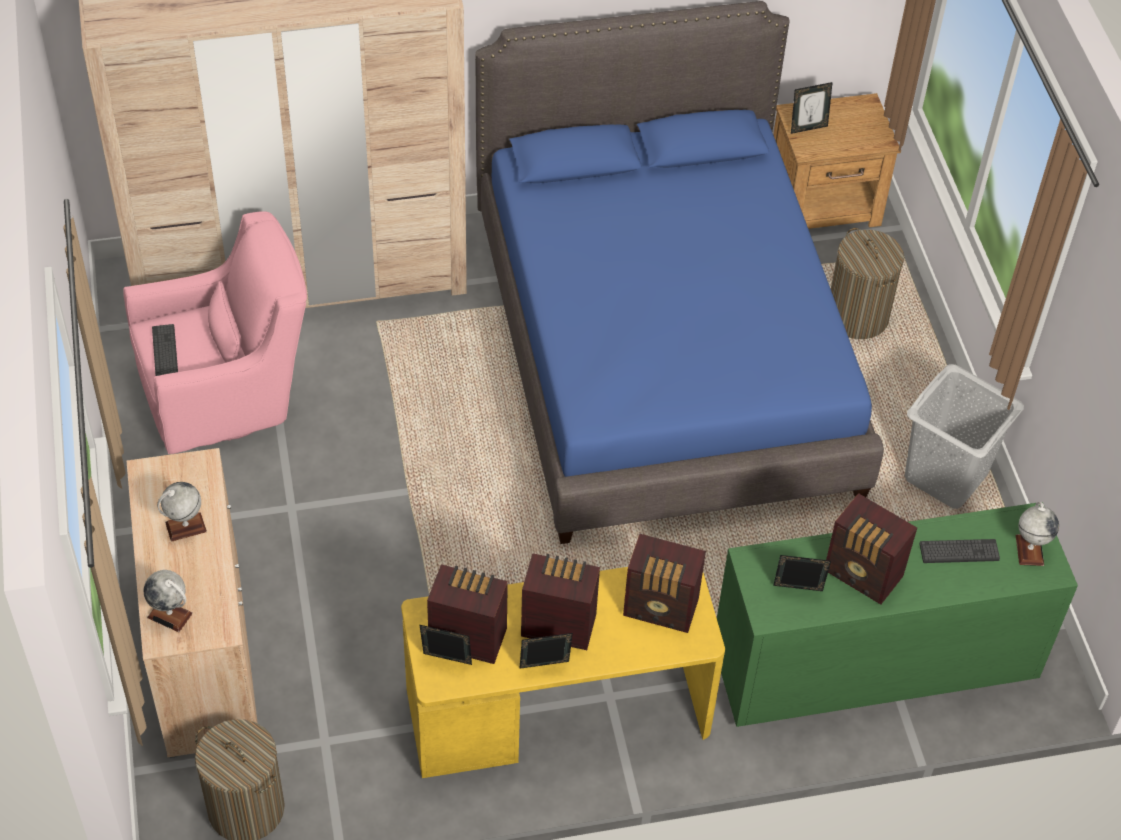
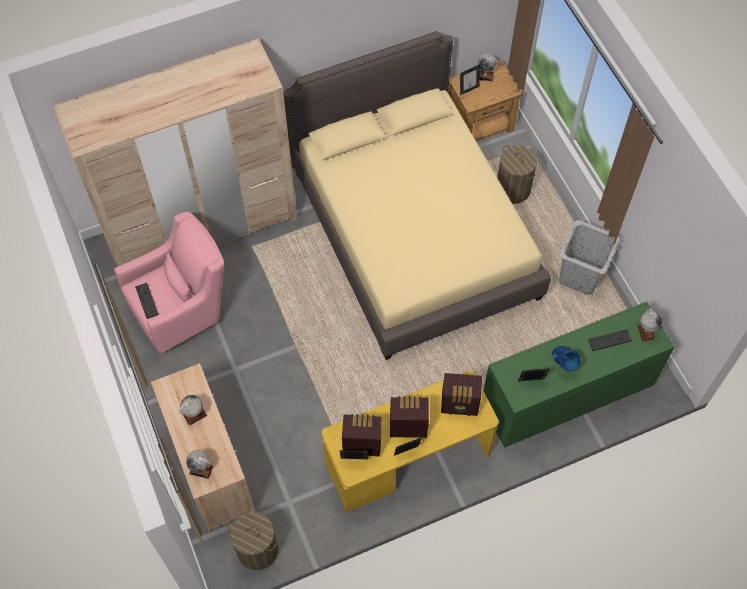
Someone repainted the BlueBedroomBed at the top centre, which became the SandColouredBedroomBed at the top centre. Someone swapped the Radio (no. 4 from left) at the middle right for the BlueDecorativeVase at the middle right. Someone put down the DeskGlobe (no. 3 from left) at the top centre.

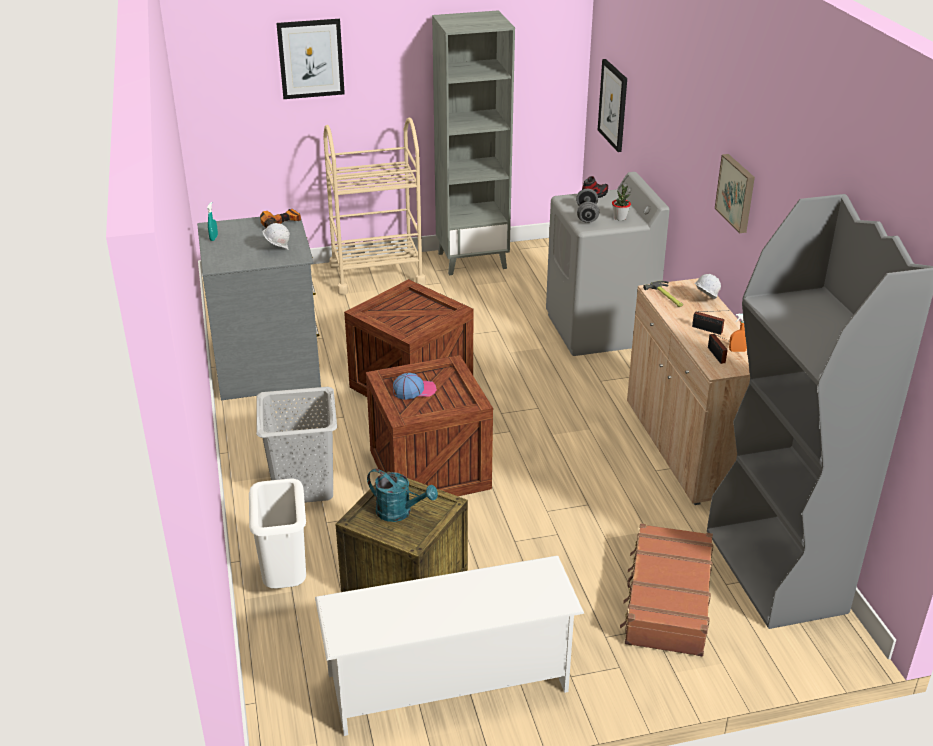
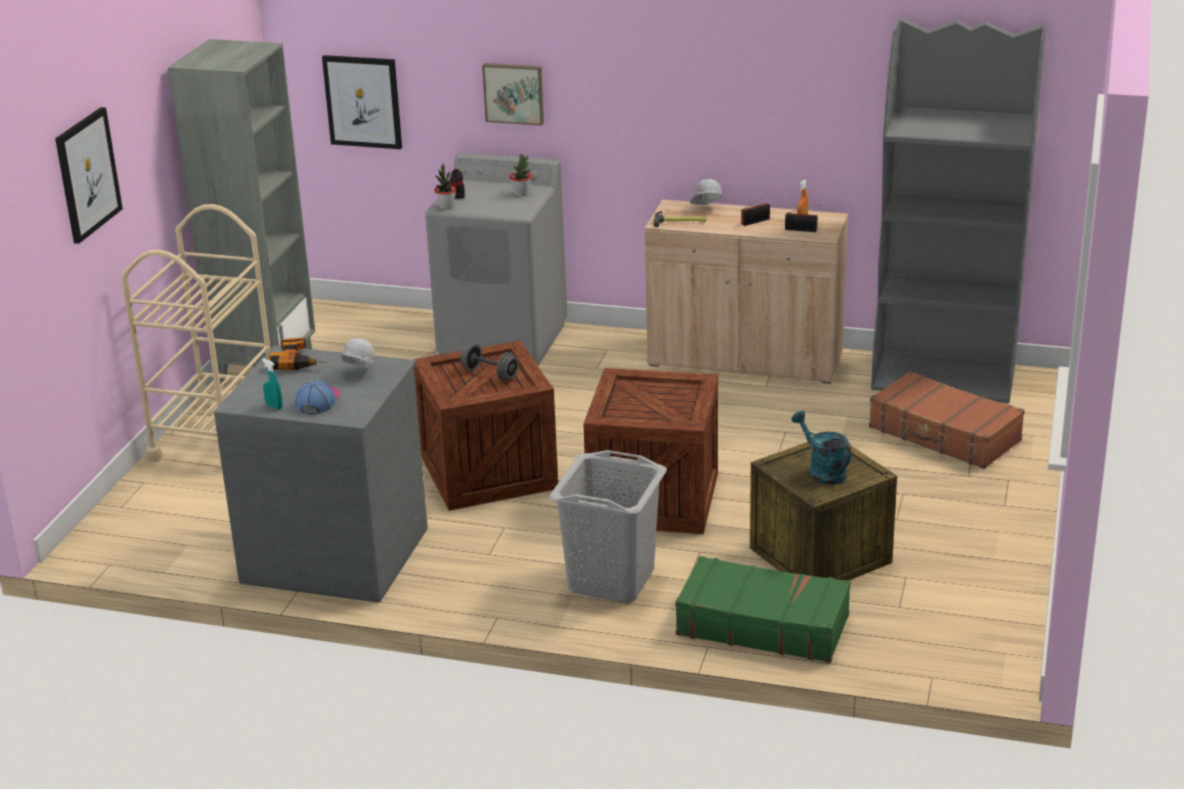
Someone carried the WallArt (no. 3 from left) from the top right to the top centre. Someone carried the GreyHandWeight from the top centre to the centre. Someone carried the BaseballCap from the centre to the middle left. Someone rotated the TurquoiseWateringPot at the centre by 90 degrees counterclockwise. Someone swapped the WhiteColouredRubbishBin at the bottom left for the GreenishSuitcase at the bottom centre. Someone took away the WhiteColouredShoeRack at the bottom centre. Someone put down the PottedPlant (no. 1 from left) at the top centre.

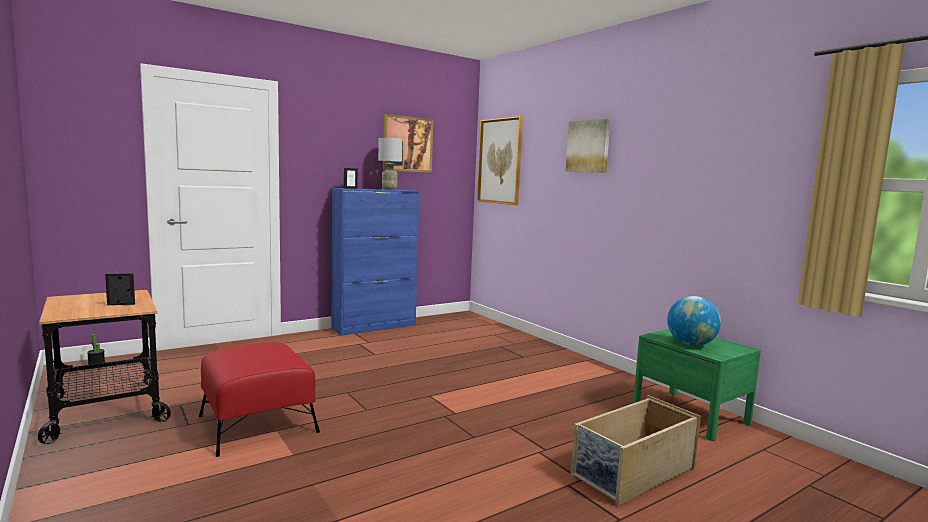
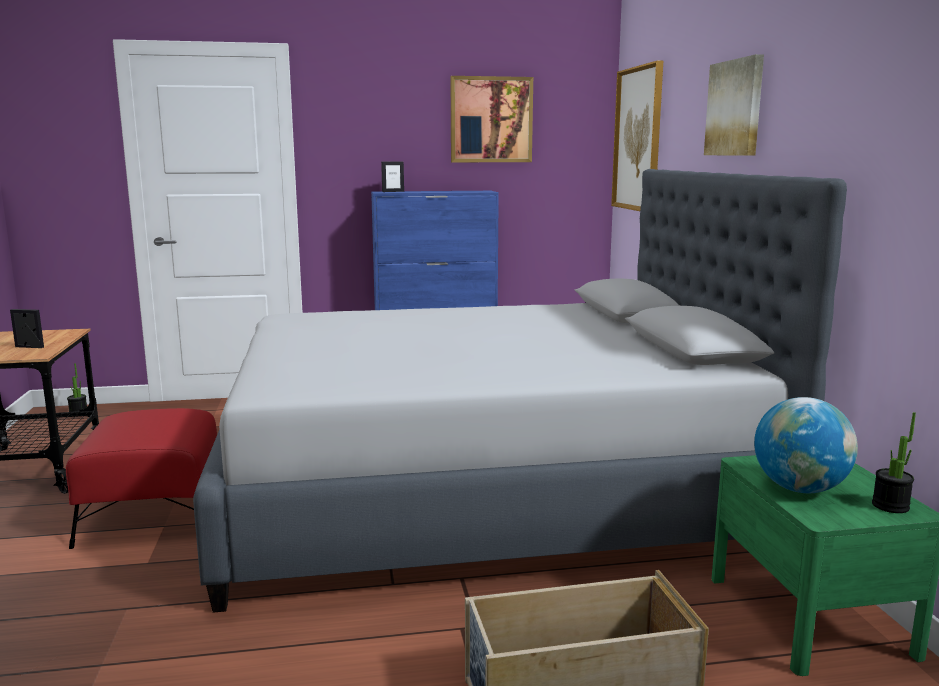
Someone took away the GreyTabletopLamp at the top centre. Someone put down the GreyBedroomBed at the centre. Someone put down the PottedPlant (no. 2 from left) at the bottom right.

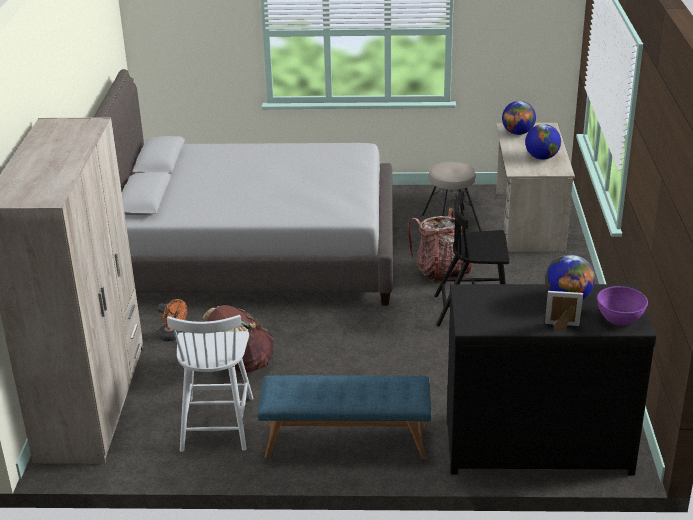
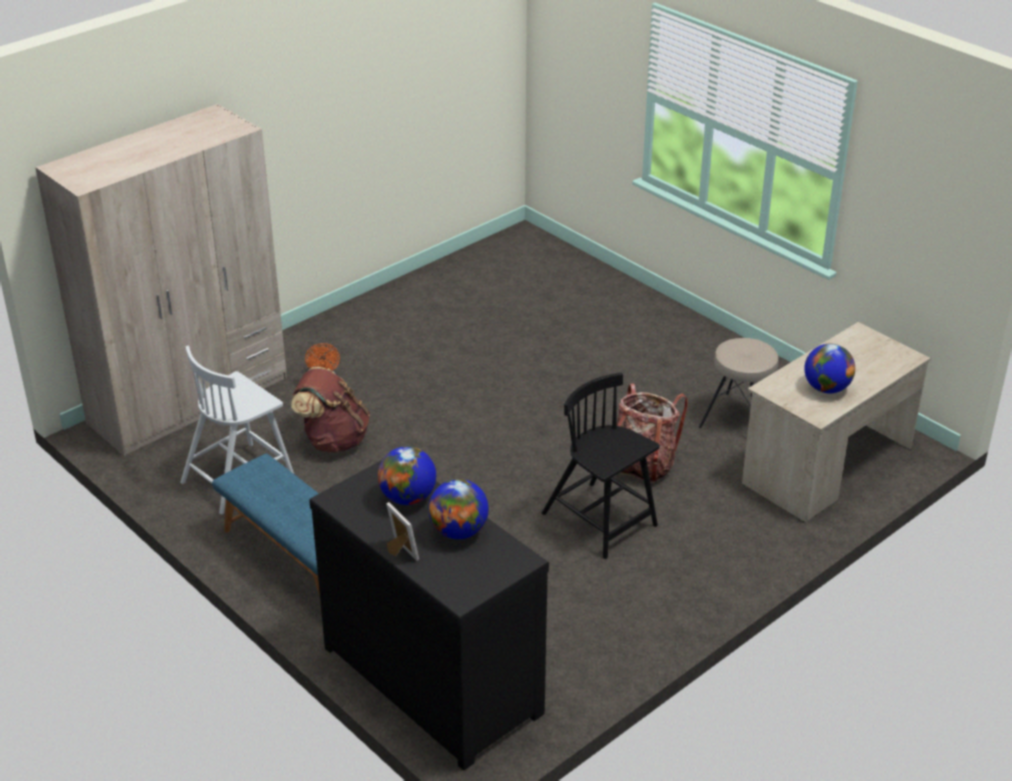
Someone took away the GreyBedroomBed at the centre. Someone carried the DeskGlobe (no. 1 from left) from the top right to the centre. Someone took away the PurpleDeepDish at the middle right.

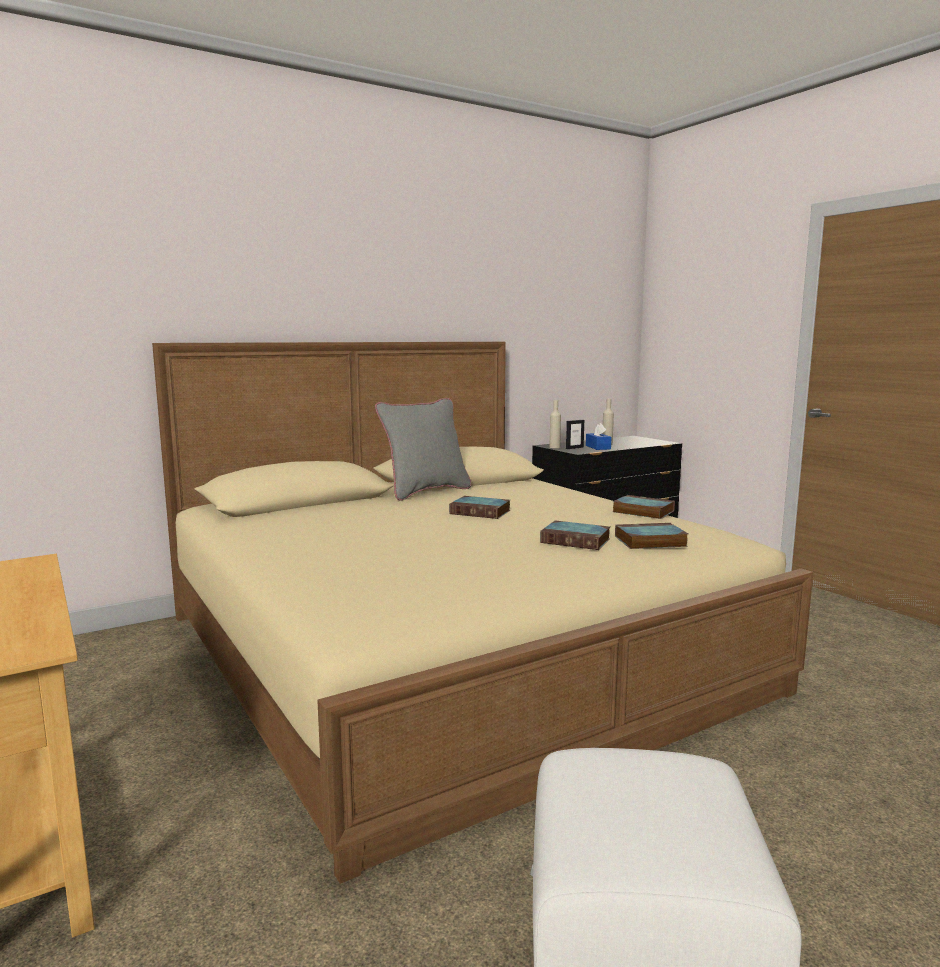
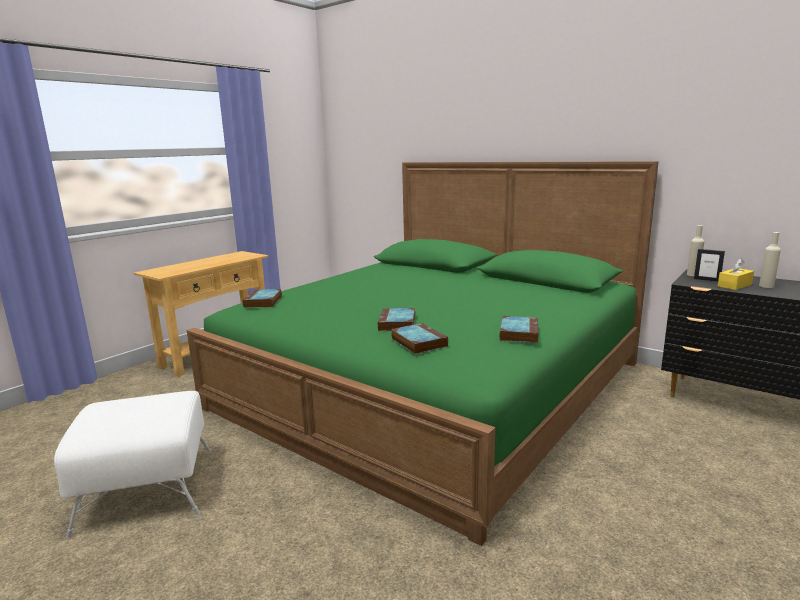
Someone repainted the SandColouredBedroomBed at the centre, which became the GreenishBedroomBed at the centre. Someone took away the GreyPillow at the centre. Someone repainted the BlueTissueBox at the centre, which became the YellowColouredTissueBox at the middle right. Someone carried the Book (no. 1 from left) from the centre to the middle left.

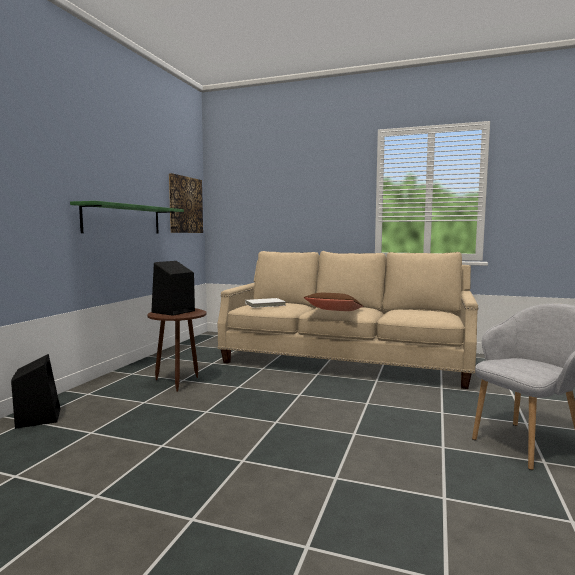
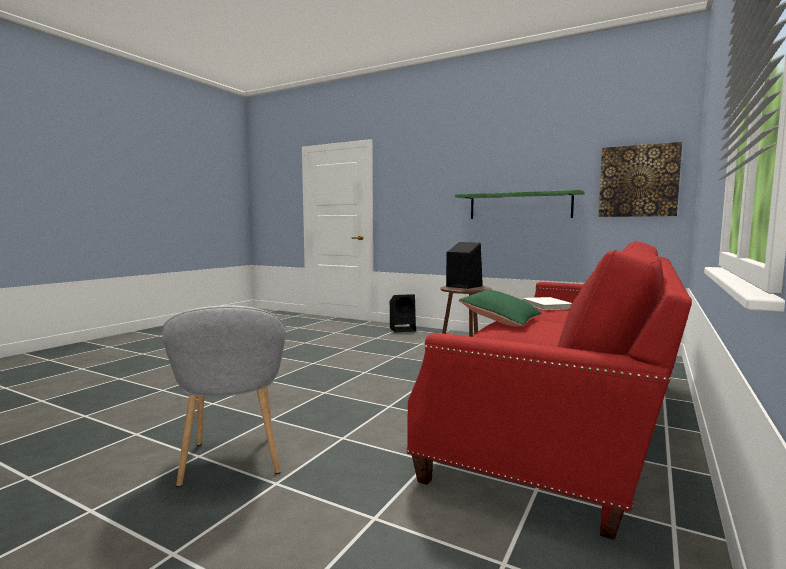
Someone repainted the SandColouredCouch at the centre, which became the RedColouredCouch at the bottom right. Someone repainted the BrownColouredPillow at the centre, which became the GreenishPillow at the centre.

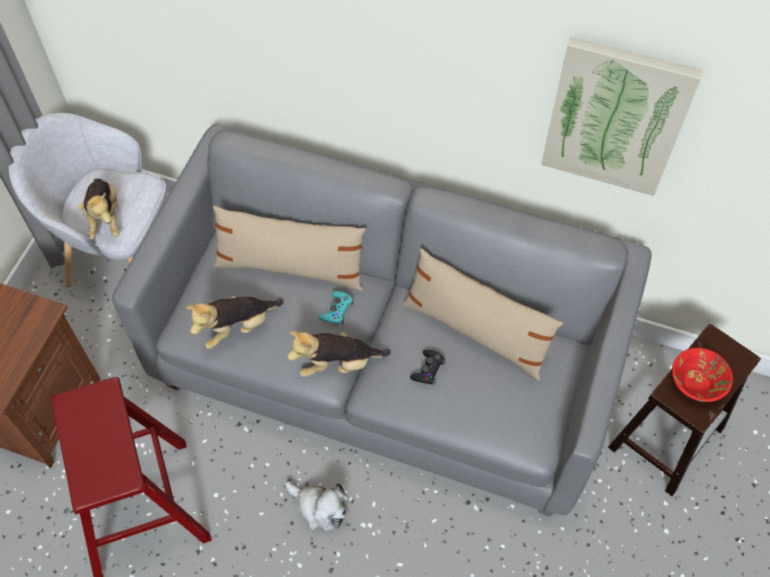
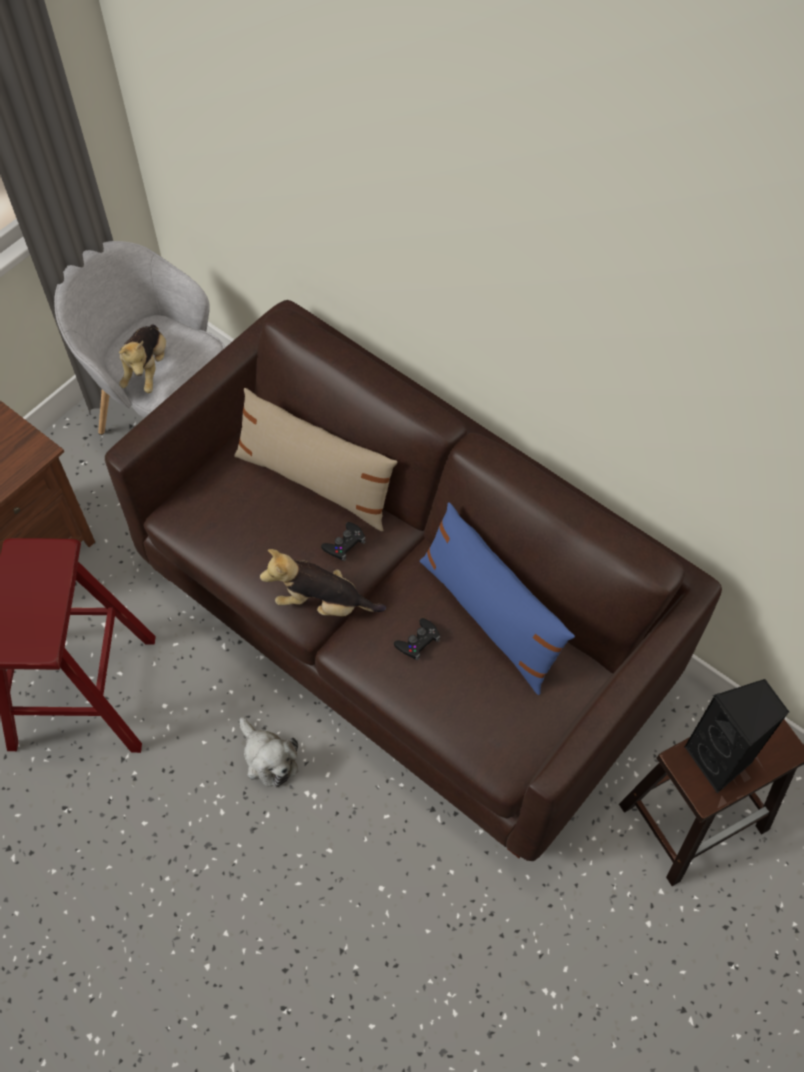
Someone took away the WallArt at the top right. Someone repainted the GreyCouch at the centre, which became the BrownColouredCouch at the centre. Someone repainted the SandColouredPillow (no. 2 from left) at the centre, which became the BluePillow at the centre. Someone repainted the TurquoiseGamepad at the centre, which became the BlackGamepad (no. 1 from left) at the centre. Someone took away the SoftToy (no. 2 from left) at the middle left. Someone swapped the RedColouredDeepDish at the middle right for the BlackSpeaker at the bottom right.

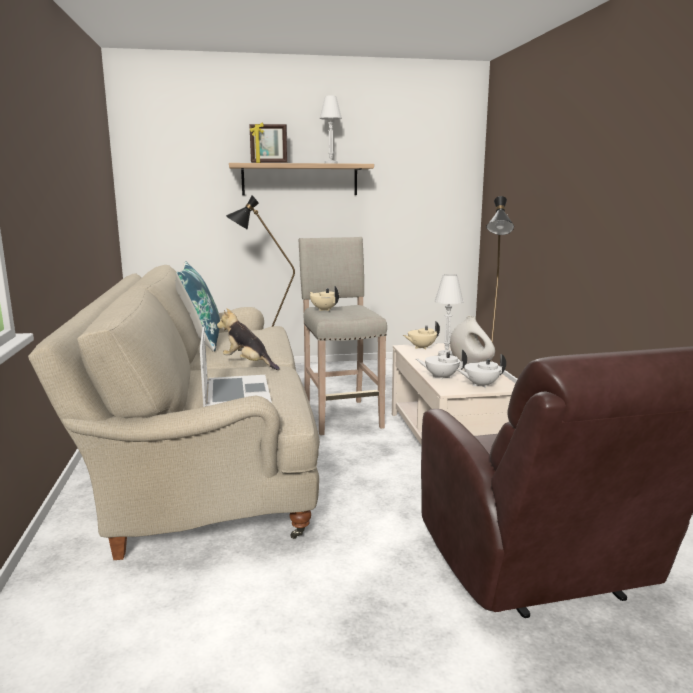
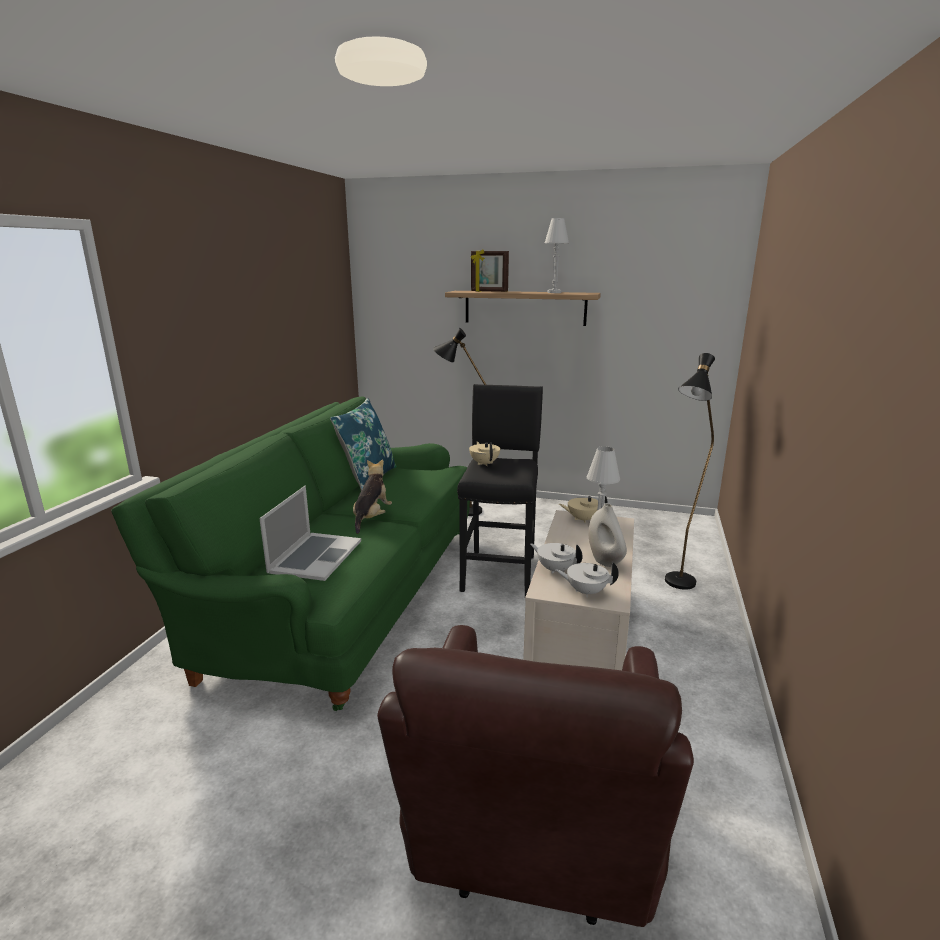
Someone repainted the SandColouredSittingStool at the centre, which became the BlackSittingStool at the centre. Someone repainted the SandColouredCouch at the middle left, which became the GreenishCouch at the middle left. Someone rotated the SoftToy at the centre by 45 degrees clockwise.

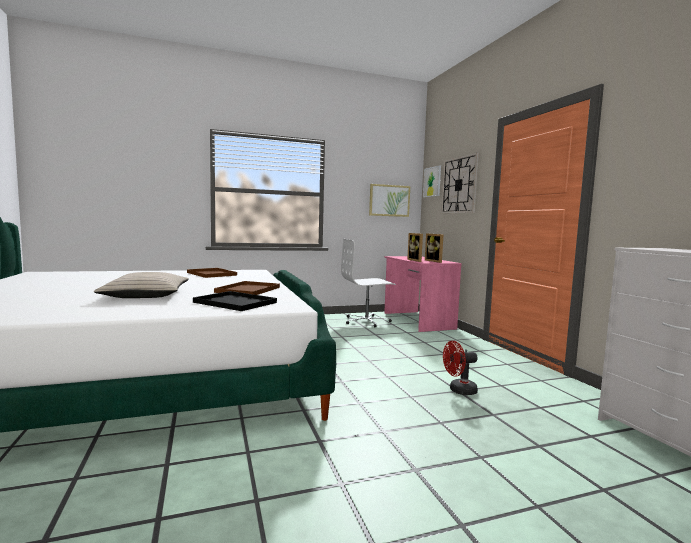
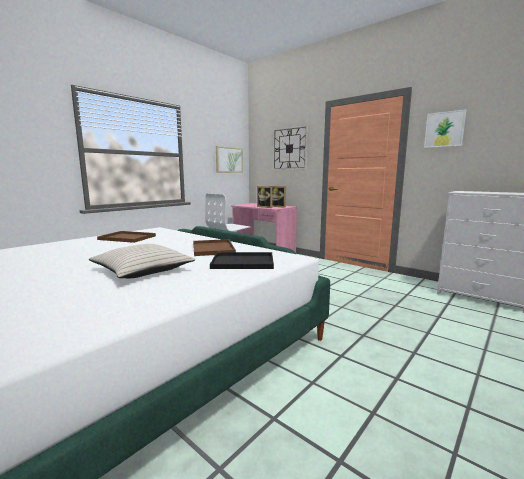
Someone carried the WallArt (no. 2 from left) from the centre to the top right. Someone took away the RedColouredFan at the bottom centre.

